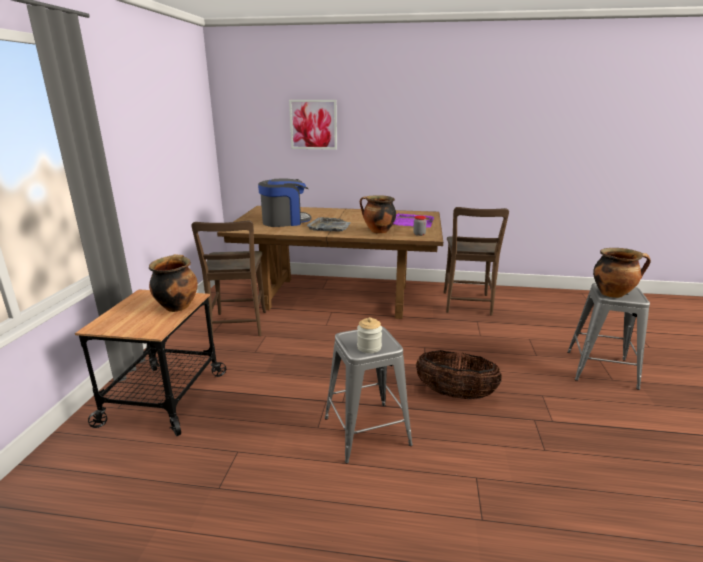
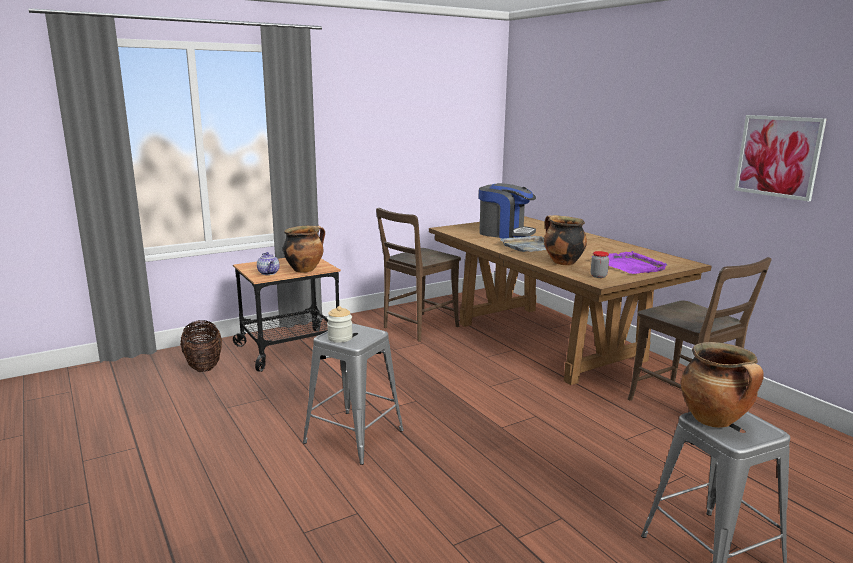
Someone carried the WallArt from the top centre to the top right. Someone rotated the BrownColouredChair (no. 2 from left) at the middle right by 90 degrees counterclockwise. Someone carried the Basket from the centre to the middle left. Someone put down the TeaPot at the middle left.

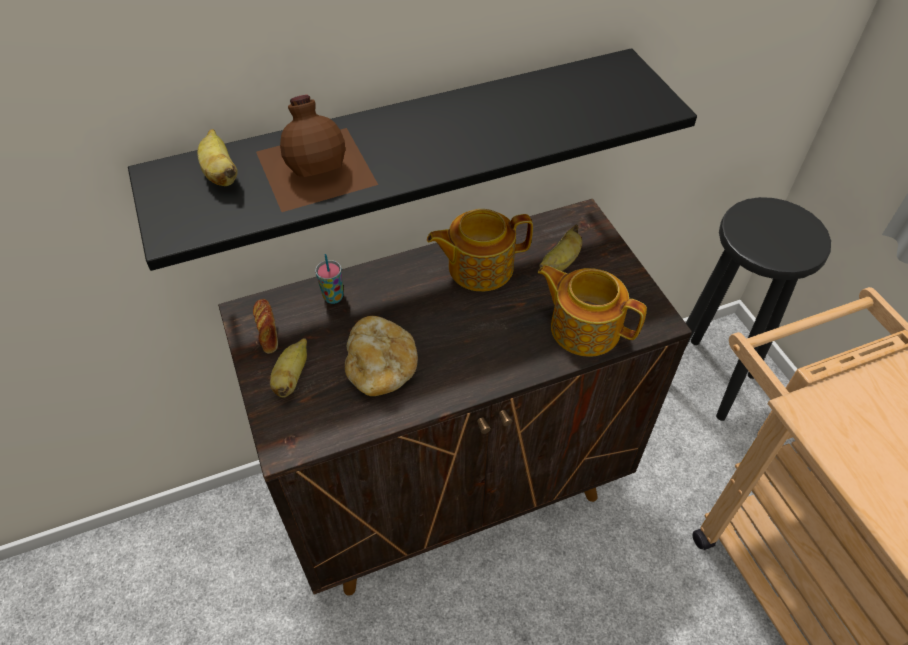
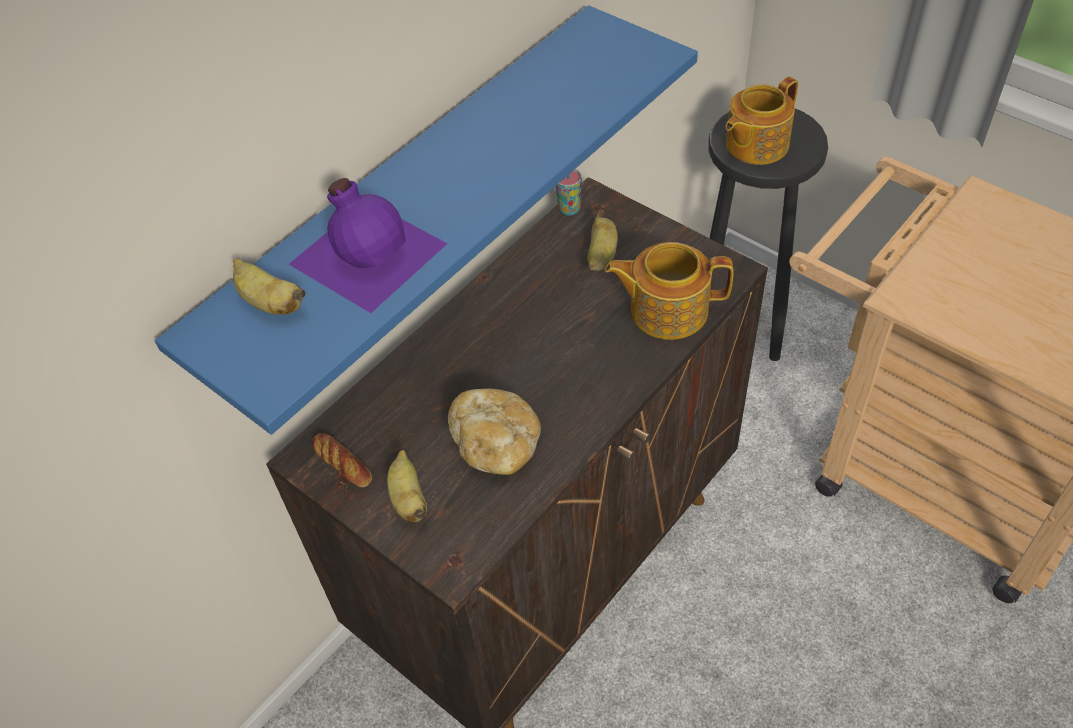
Someone repainted the BlackBracketShelf at the top centre, which became the BlueBracketShelf at the top centre. Someone repainted the BrownColouredDrinkBottle at the top centre, which became the PurpleDrinkBottle at the centre. Someone carried the TeaPot (no. 1 from left in the first image) from the centre to the top right. Someone carried the DrinkingCup from the centre to the top centre.

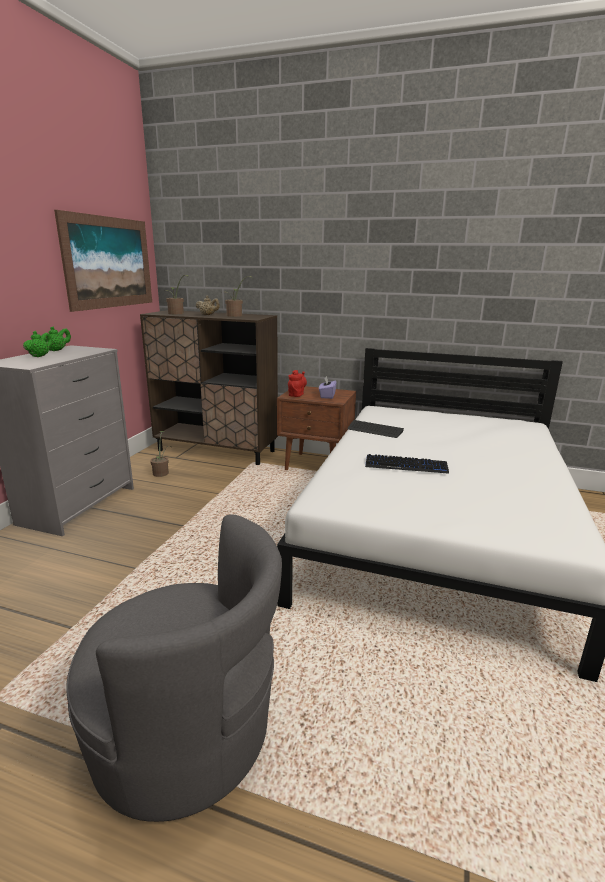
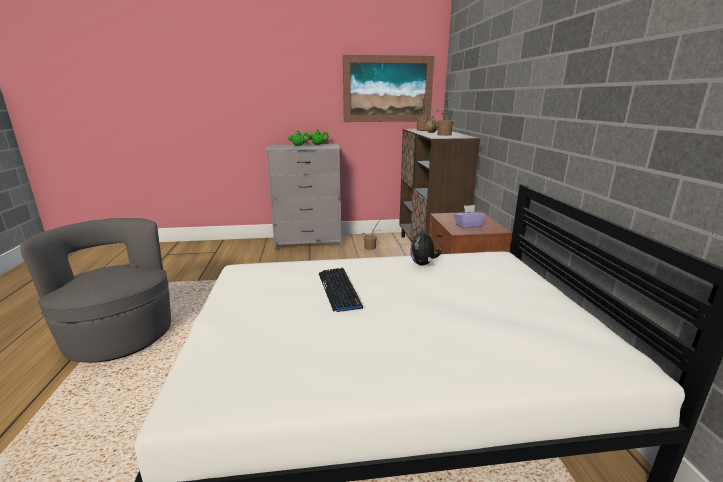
Someone took away the RedColouredTeaPot at the centre. Someone swapped the Keyboard (no. 1 from left) at the centre for the SoftToy at the centre. Someone rotated the GreyLoungeChair at the bottom left by 150 degrees clockwise.

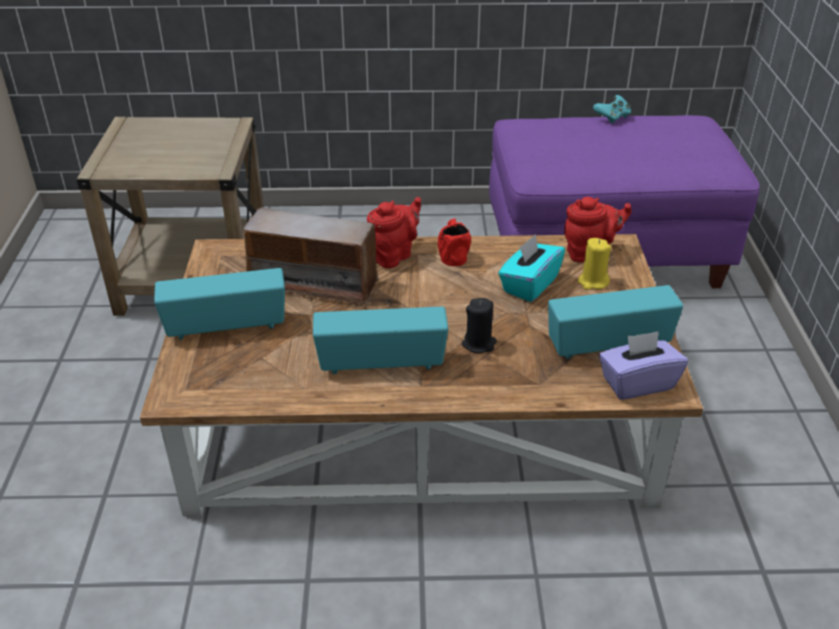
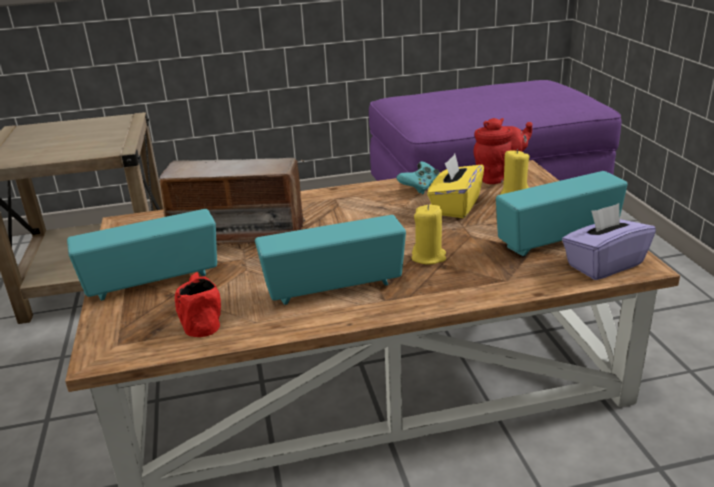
Someone carried the TurquoiseGamepad from the top right to the centre. Someone took away the RedColouredTeaPot (no. 1 from left) at the centre. Someone carried the RedColouredCoffeeMug from the centre to the middle left. Someone repainted the TurquoiseTissueBox at the centre, which became the YellowColouredTissueBox at the centre. Someone repainted the BlackWaxCandle at the centre, which became the YellowColouredWaxCandle (no. 1 from left) at the centre.

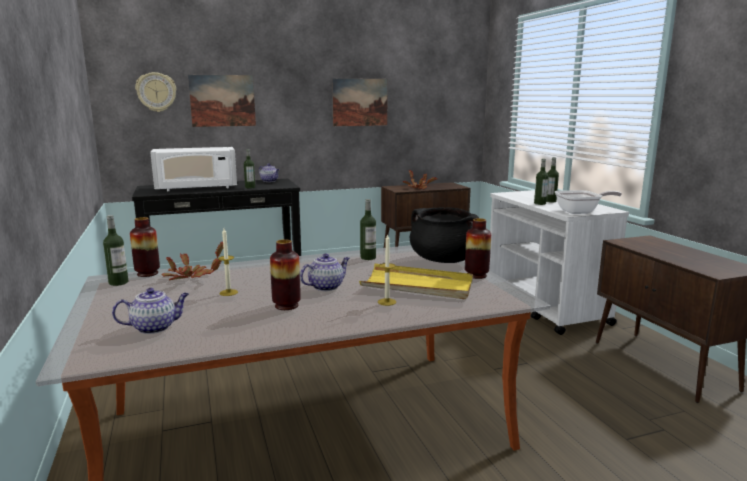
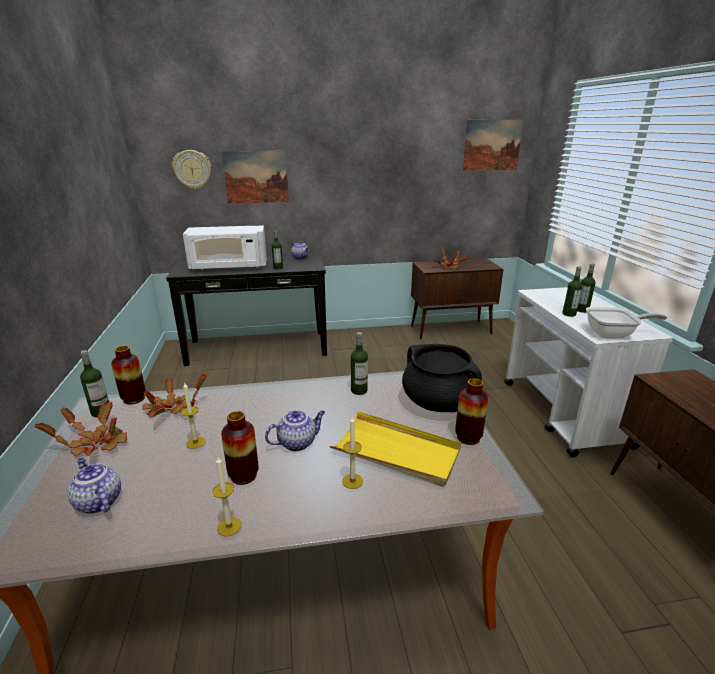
Someone carried the WallArt (no. 2 from left) from the top centre to the top right. Someone rotated the TeaPot (no. 1 from left) at the middle left by 120 degrees counterclockwise. Someone put down the PottedPlant (no. 1 from left) at the middle left. Someone put down the WaxCandle (no. 2 from left) at the bottom left.

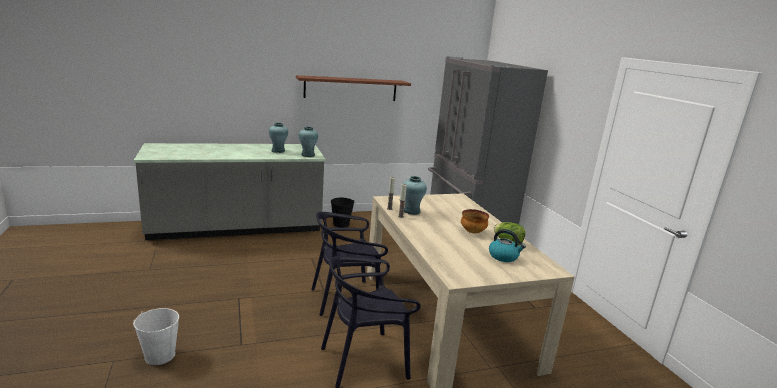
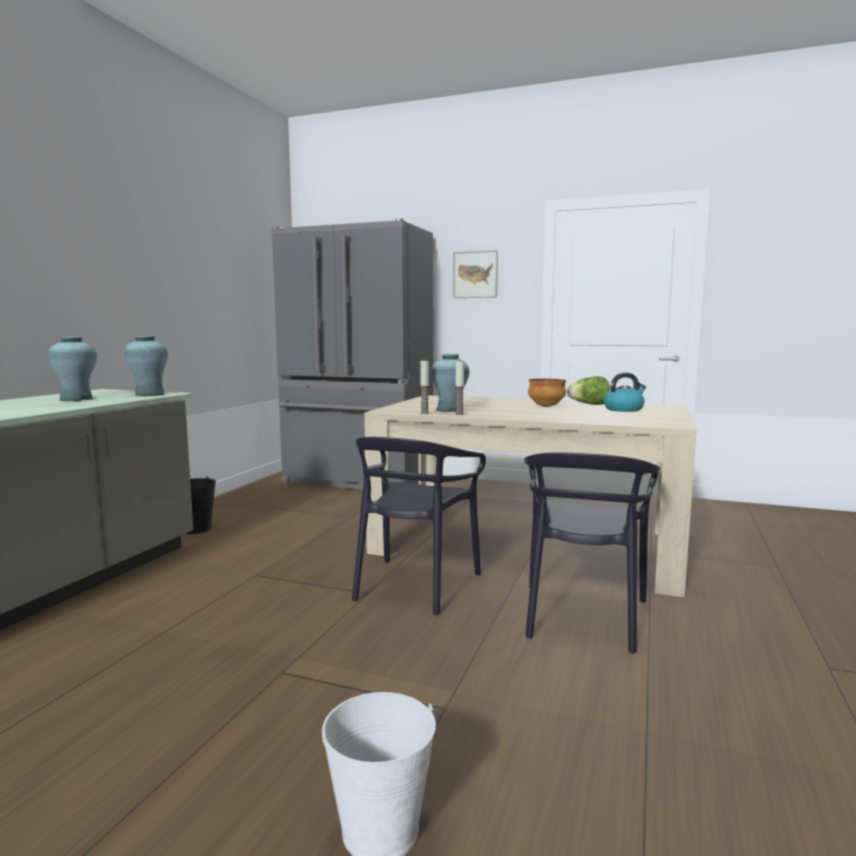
Someone took away the BrownColouredBracketShelf at the top centre. Someone put up the WallArt at the top centre.

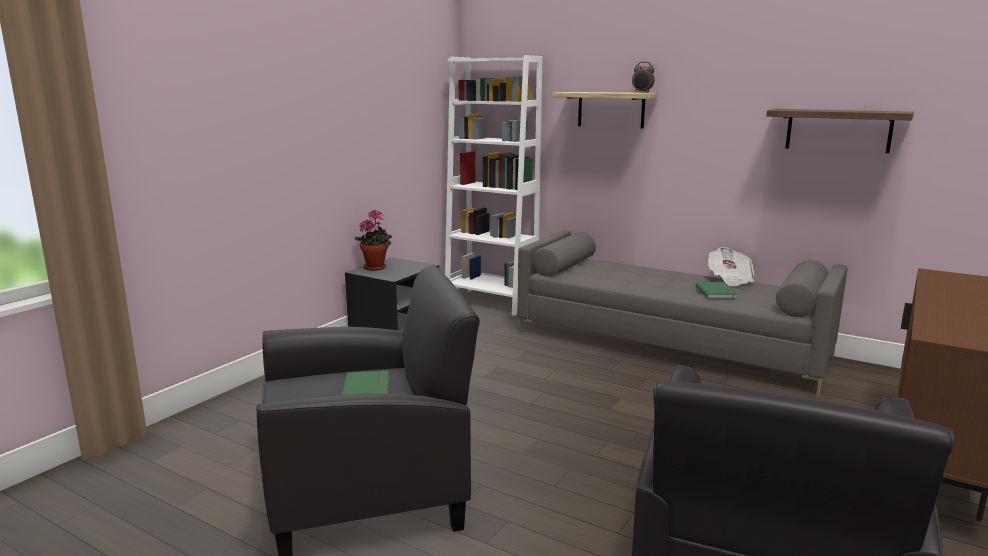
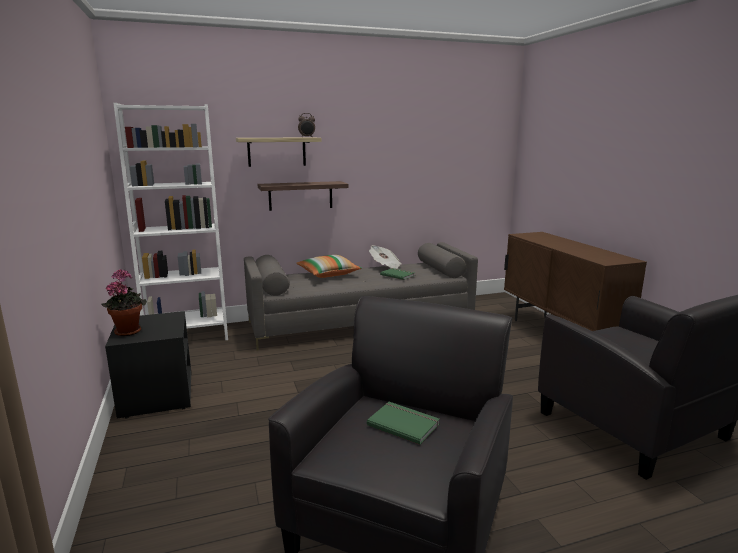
Someone carried the BracketShelf (no. 2 from left) from the top right to the centre. Someone put down the Pillow at the centre.

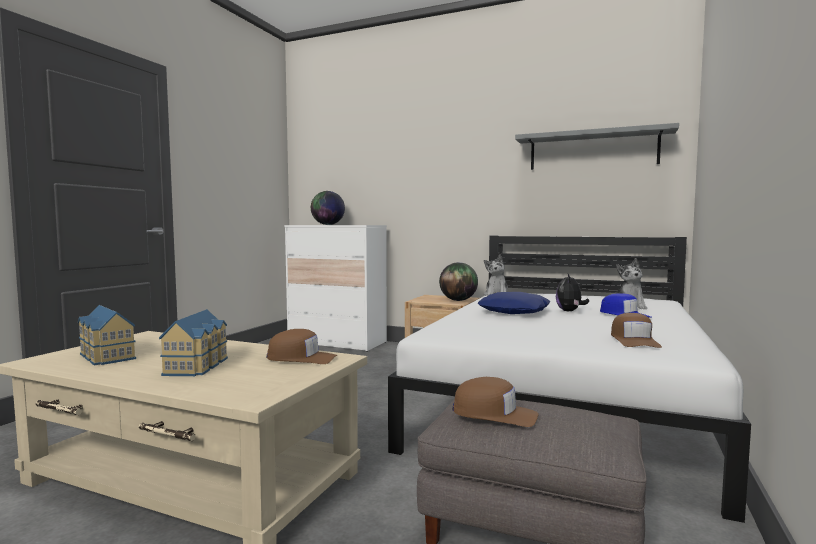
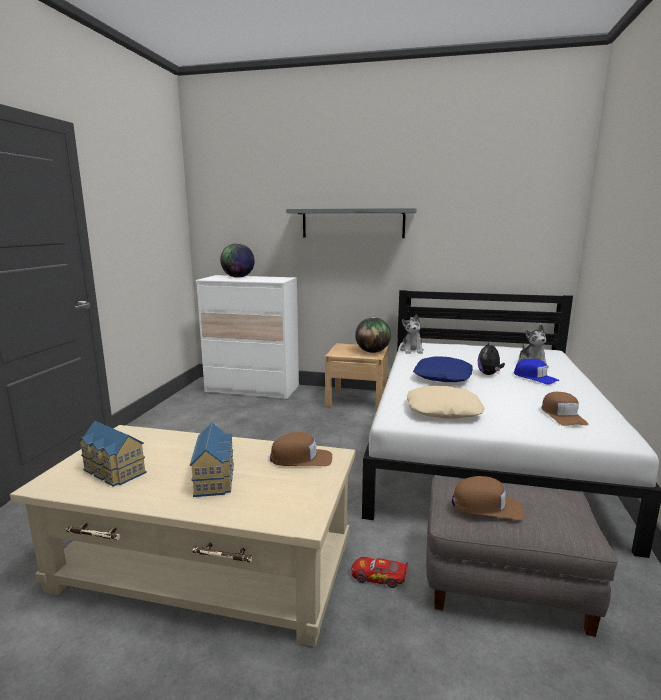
Someone carried the GreyBracketShelf from the top right to the top centre. Someone put down the SandColouredPillow at the middle right. Someone put down the MiniatureCar at the bottom centre.

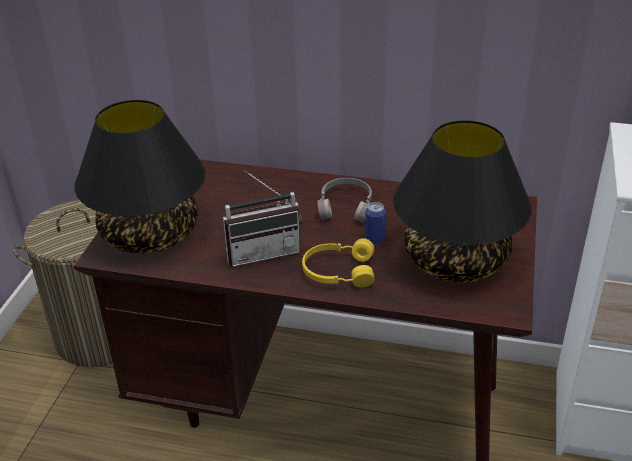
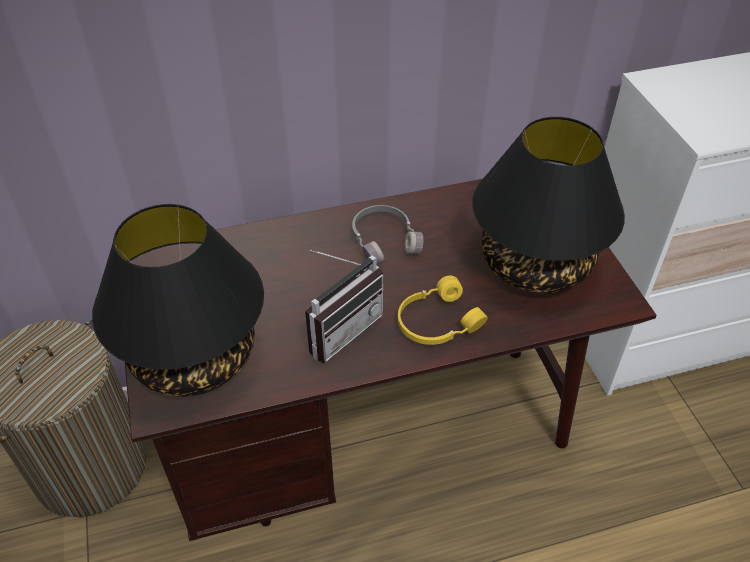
Someone took away the SealedCan at the centre.

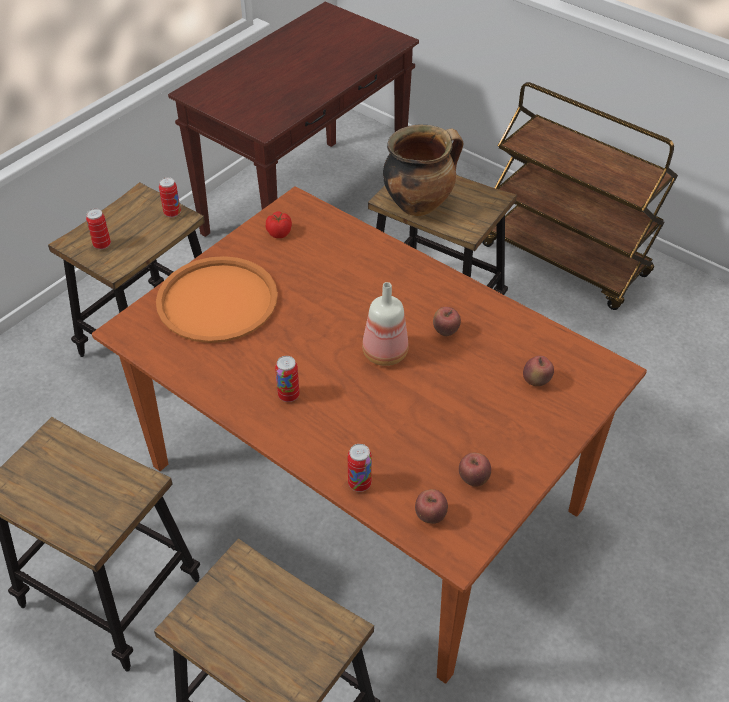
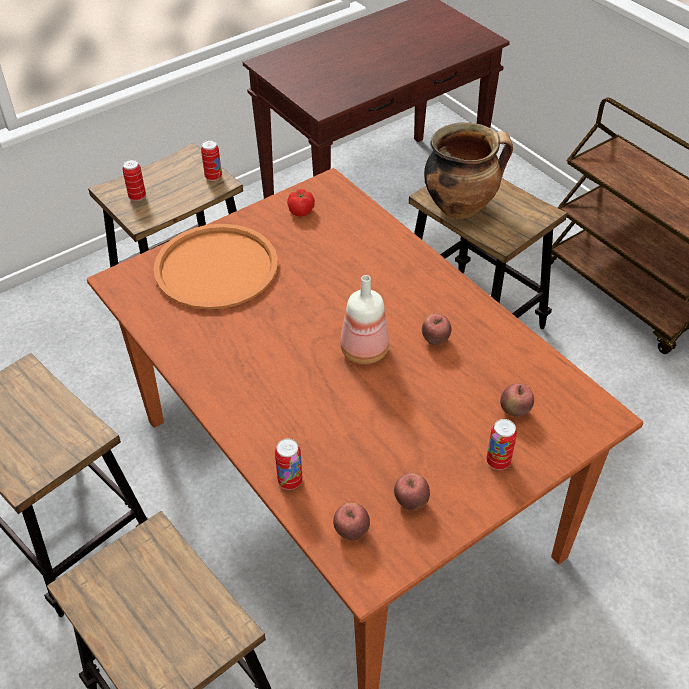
Someone carried the SealedCan (no. 3 from left in the first image) from the centre to the middle right.

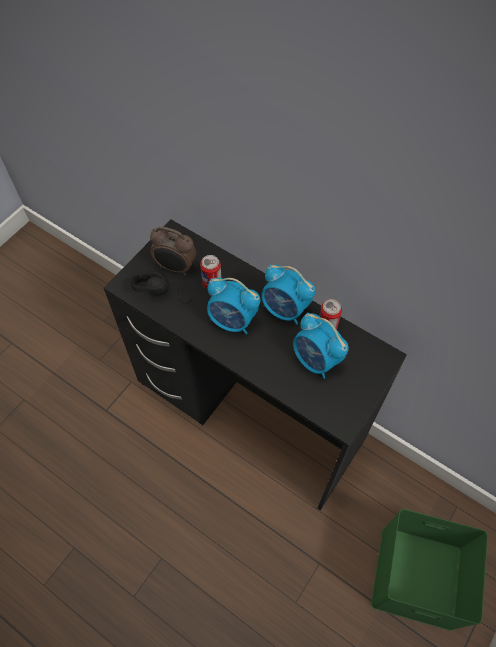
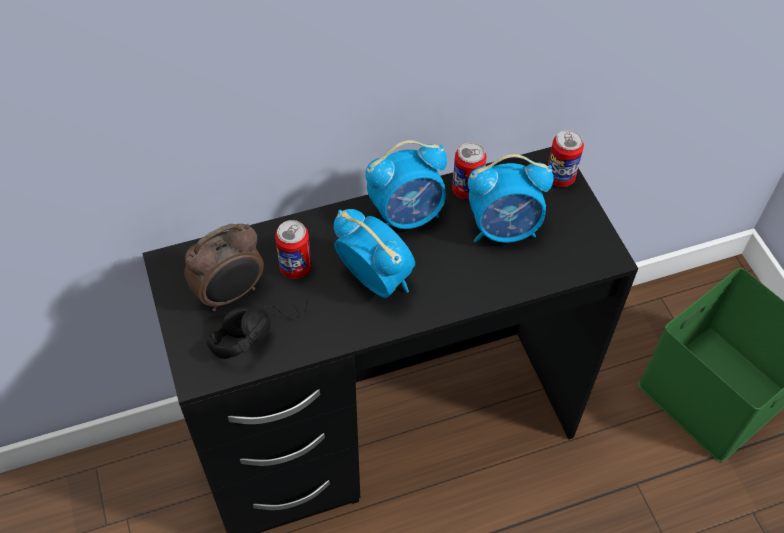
Someone rotated the BedsideClock (no. 2 from left) at the centre by 105 degrees counterclockwise. Someone put down the SealedCan (no. 3 from left) at the top right.

